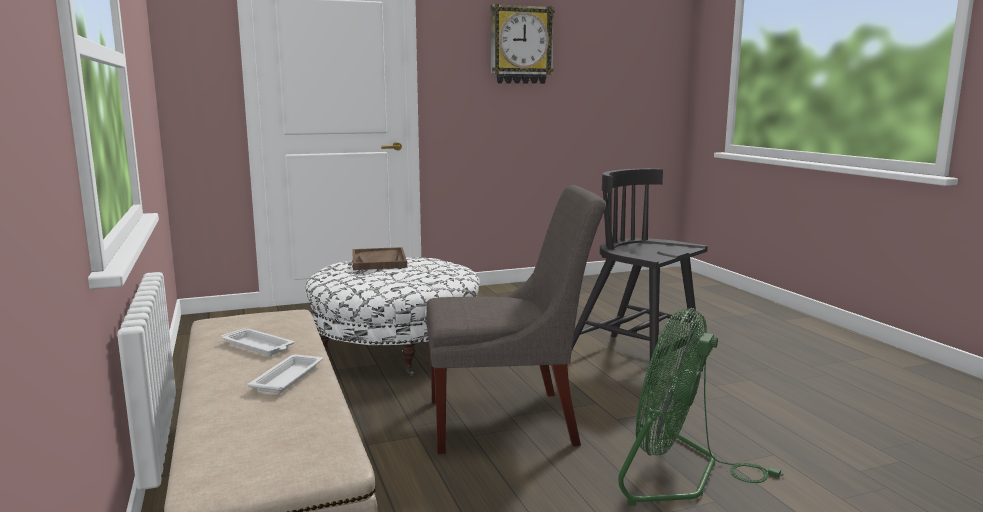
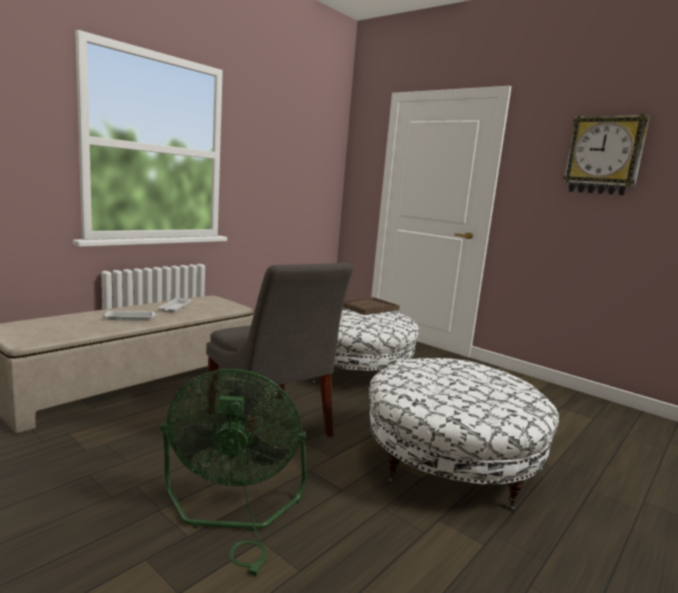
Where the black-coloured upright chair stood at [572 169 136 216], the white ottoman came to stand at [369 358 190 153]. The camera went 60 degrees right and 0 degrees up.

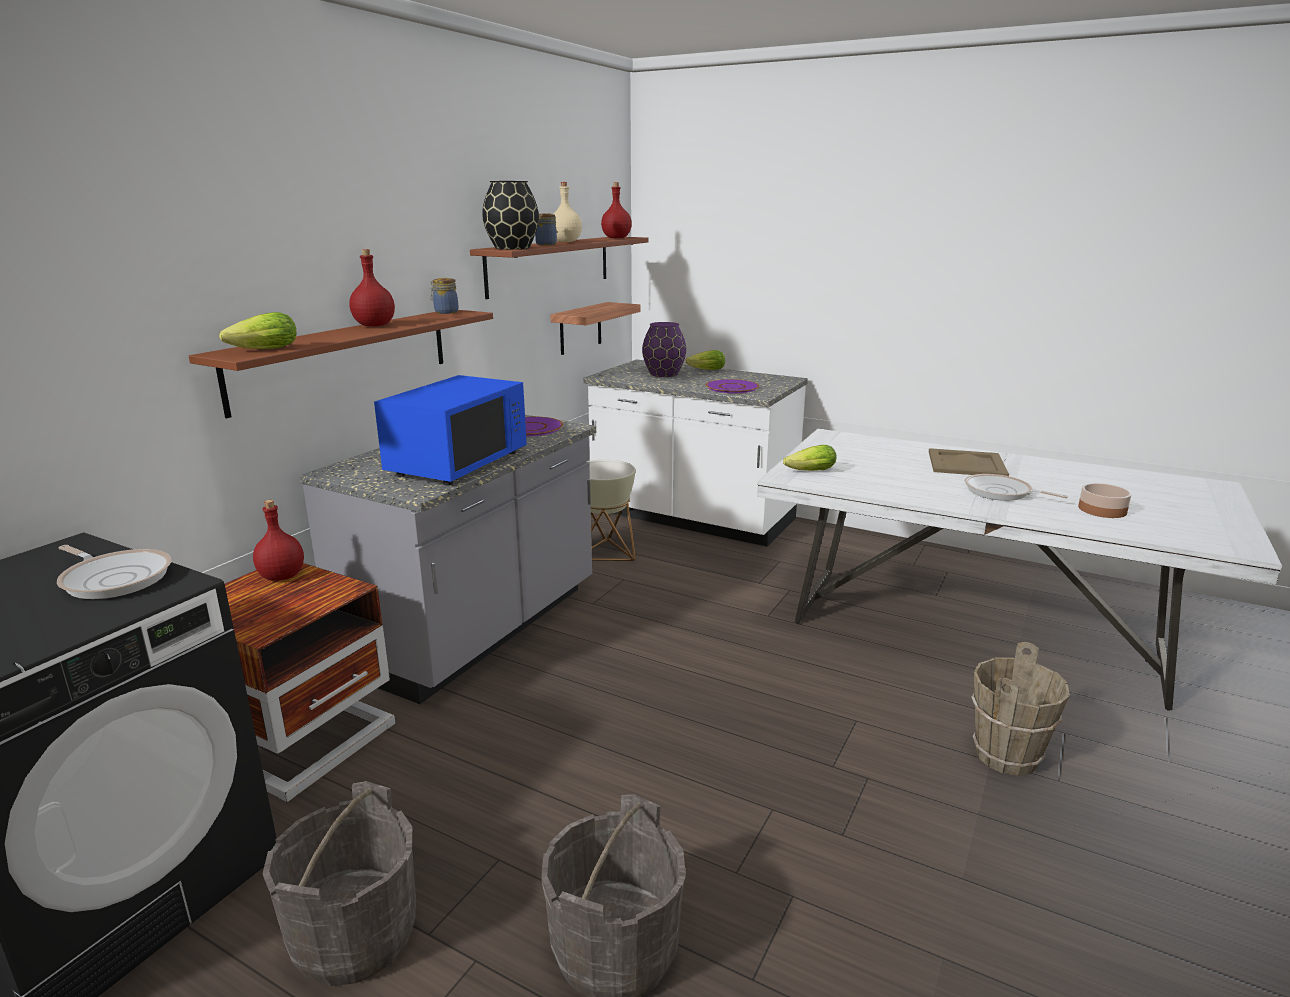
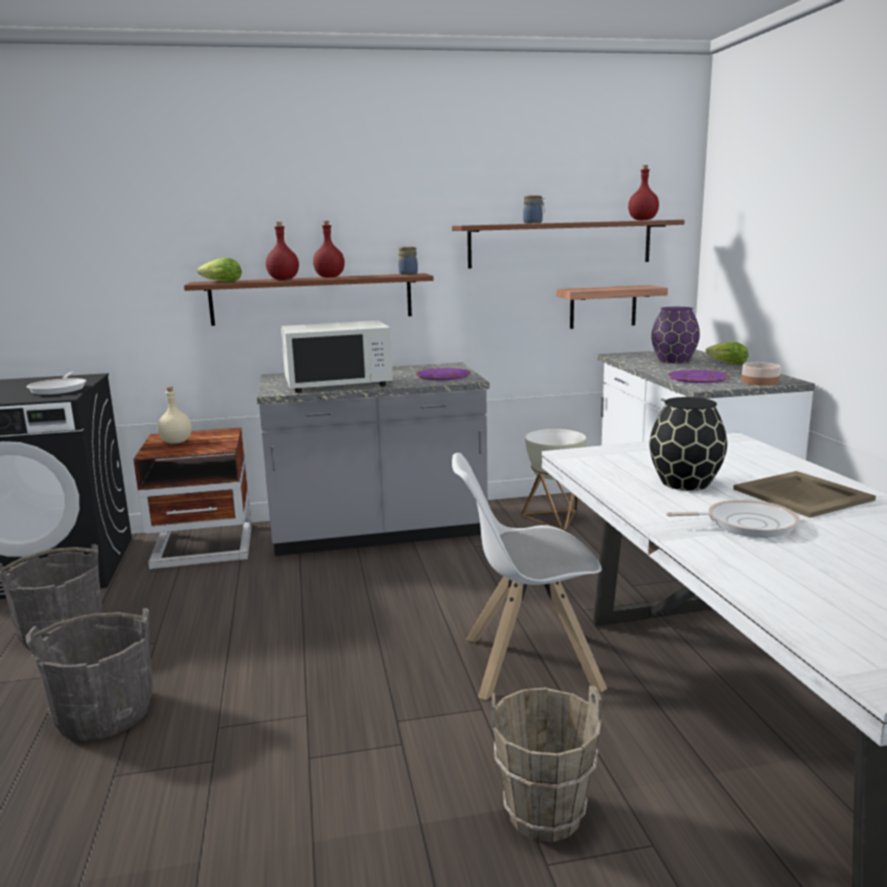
The red beverage bottle ended up elsewhere, having gone from [253 500 51 81] to [266 222 33 58]. What was the blue microwave oven at [374 375 153 110] turned into the white microwave oven at [281 320 112 73]. The black-coloured decorative vase ended up elsewhere, having gone from [482 181 57 68] to [650 397 77 94]. The sand-coloured beverage bottle ended up elsewhere, having gone from [554 182 28 60] to [158 387 34 57]. The second view lost the head of lettuce at [783 445 53 26]. The skillet at [965 474 103 27] ended up facing another way, 90 degrees clockwise from before. The deep dish ended up elsewhere, having gone from [1078 483 53 35] to [742 362 39 24]. The second view gained the upright chair at [452 453 155 247]. The camera went 50 degrees right and 5 degrees down.

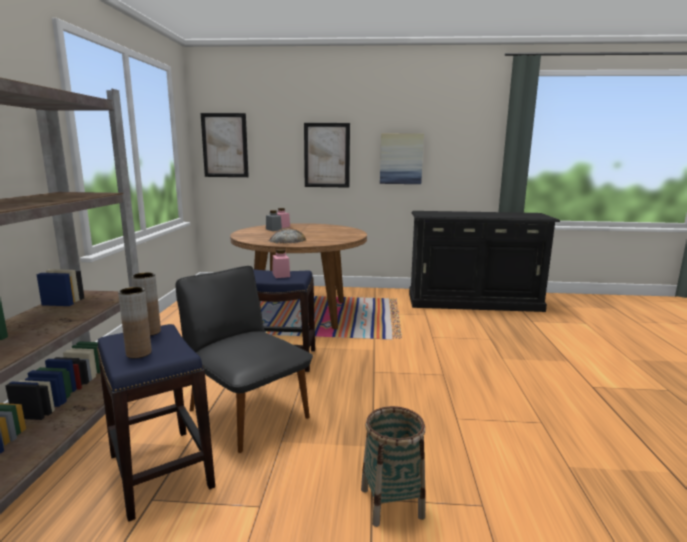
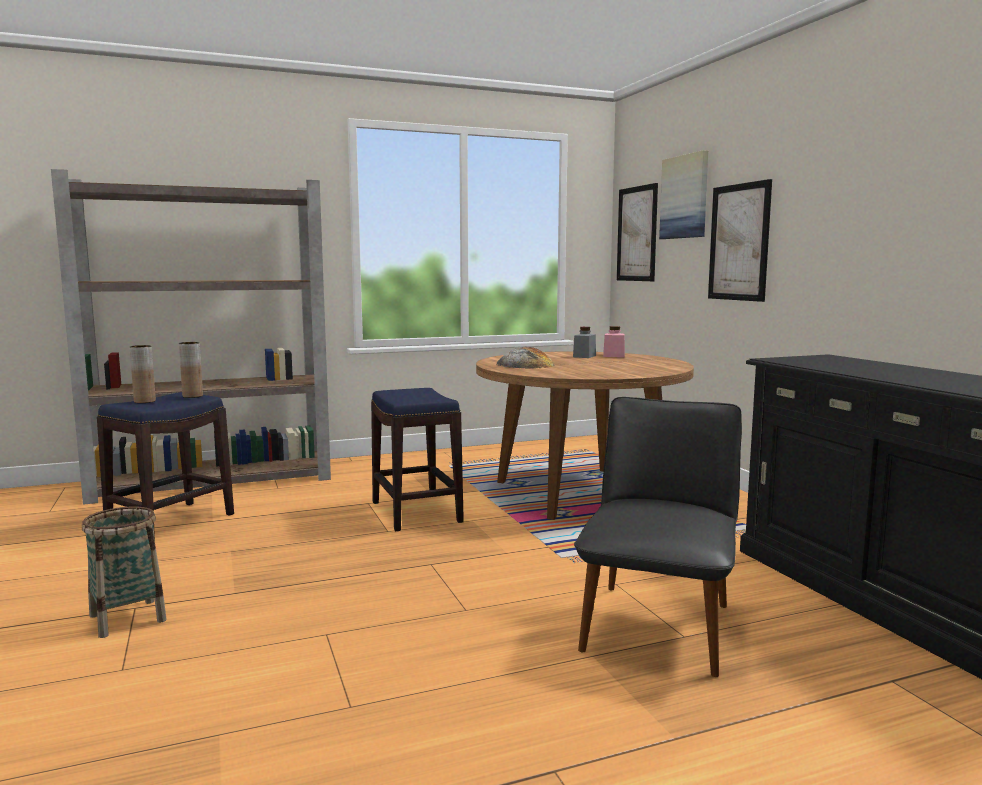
The black-coloured upright chair ended up elsewhere, having gone from [176 266 137 187] to [574 397 168 280]. The second view lost the pinkish jar at [273 249 17 29]. The wall art ended up elsewhere, having gone from [380 133 44 51] to [659 150 49 89]. The camera went 65 degrees right and 5 degrees down.

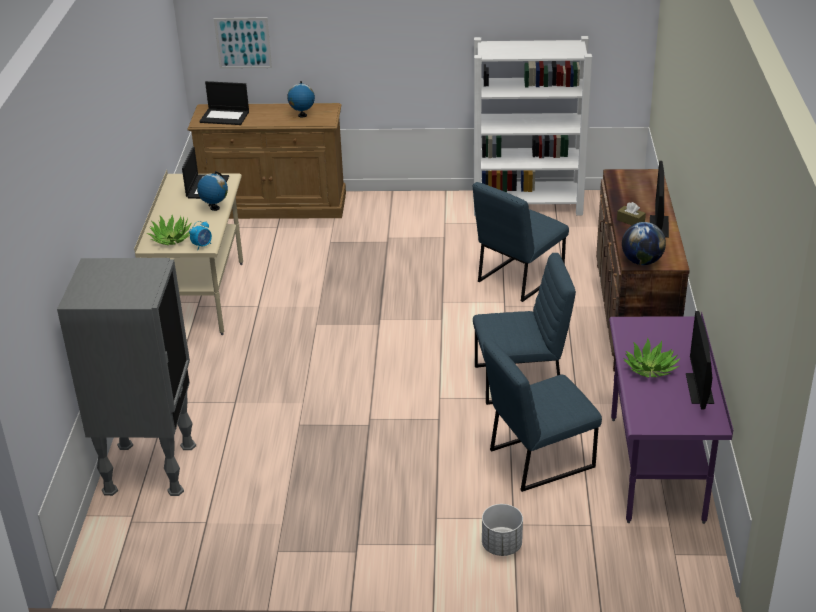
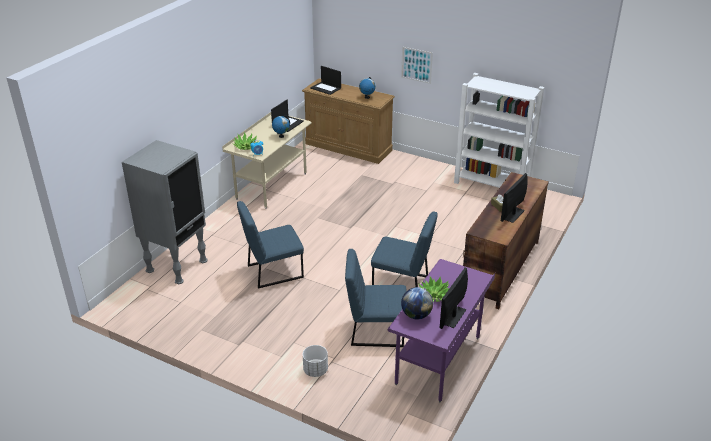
The wall art ended up elsewhere, having gone from [214 17 58 52] to [401 47 32 37]. The blue upright chair ended up elsewhere, having gone from [473 182 96 120] to [237 201 67 88]. The world globe ended up elsewhere, having gone from [622 222 44 43] to [401 287 32 32]. The camera went 25 degrees right and 0 degrees up.

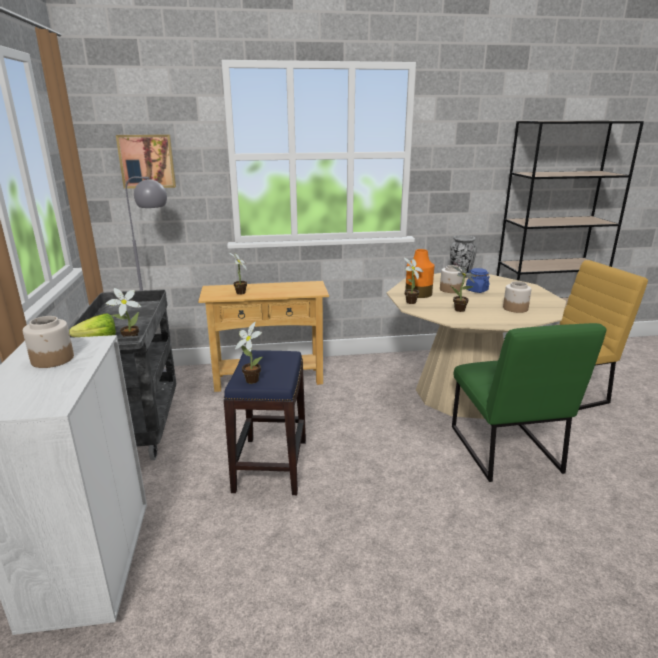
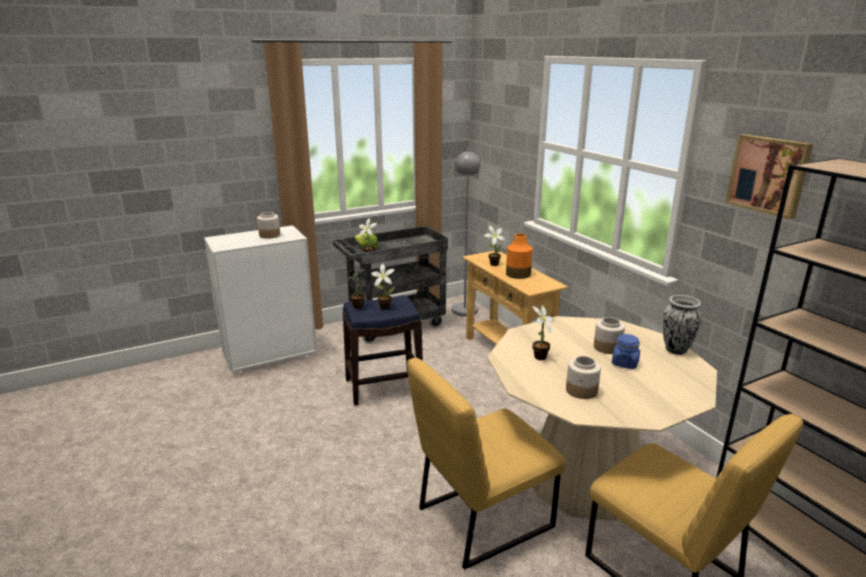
The wall art ended up elsewhere, having gone from [116 135 60 54] to [725 134 88 85]. The houseplant ended up elsewhere, having gone from [404 258 20 46] to [371 264 24 46]. The orange-coloured decorative vase ended up elsewhere, having gone from [405 249 29 49] to [506 234 27 45]. What was the green-coloured upright chair at [452 323 155 159] turned into the yellowish upright chair at [407 357 159 213]. The camera went 70 degrees right and 0 degrees up.

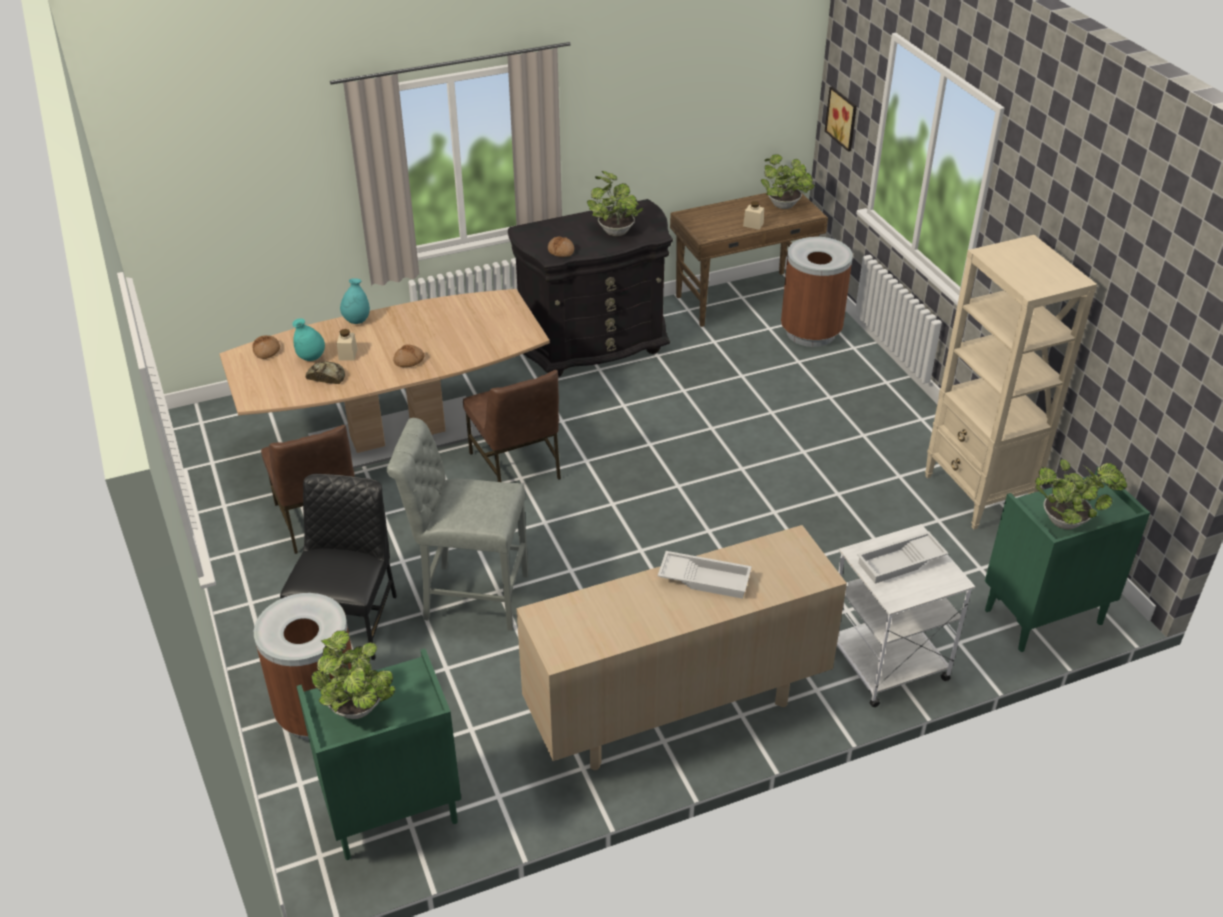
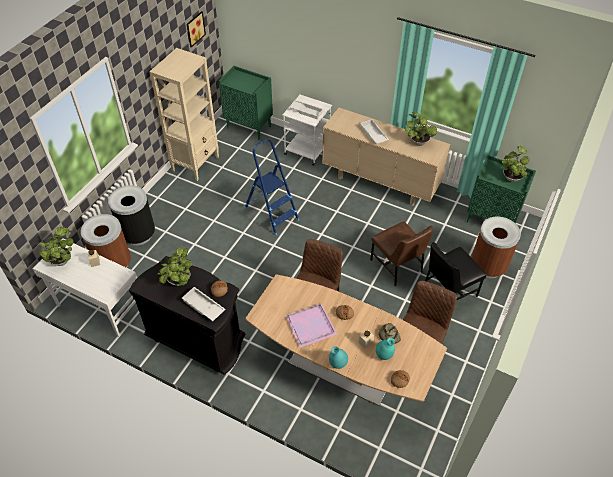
Where the greyish sitting stool stood at [387 418 141 213], the brown-coloured upright chair came to stand at [370 221 63 65]. What was the brown-coloured console table at [670 193 158 134] turned into the white console table at [33 239 104 98]. The wall art ended up elsewhere, having gone from [825 87 32 65] to [187 11 19 37]. The houseplant ended up elsewhere, having gone from [1035 459 92 71] to [405 112 32 34]. The second view gained the black-coloured waste bin at [108 185 47 61]. The second view gained the white carrying tray at [182 287 43 34]. The second view gained the blue step ladder at [245 139 54 96]. The second view gained the purple-coloured carrying tray at [285 303 52 45]. The camera went 130 degrees left and 10 degrees up.

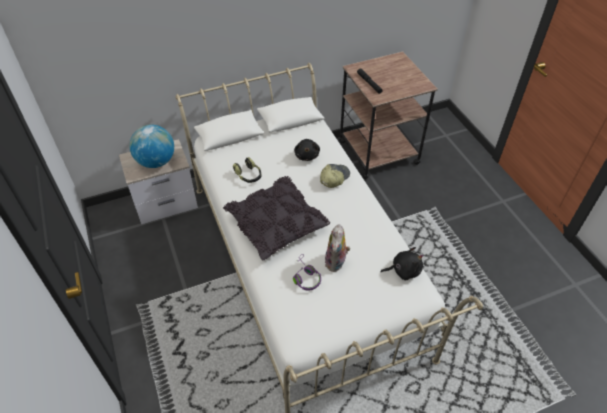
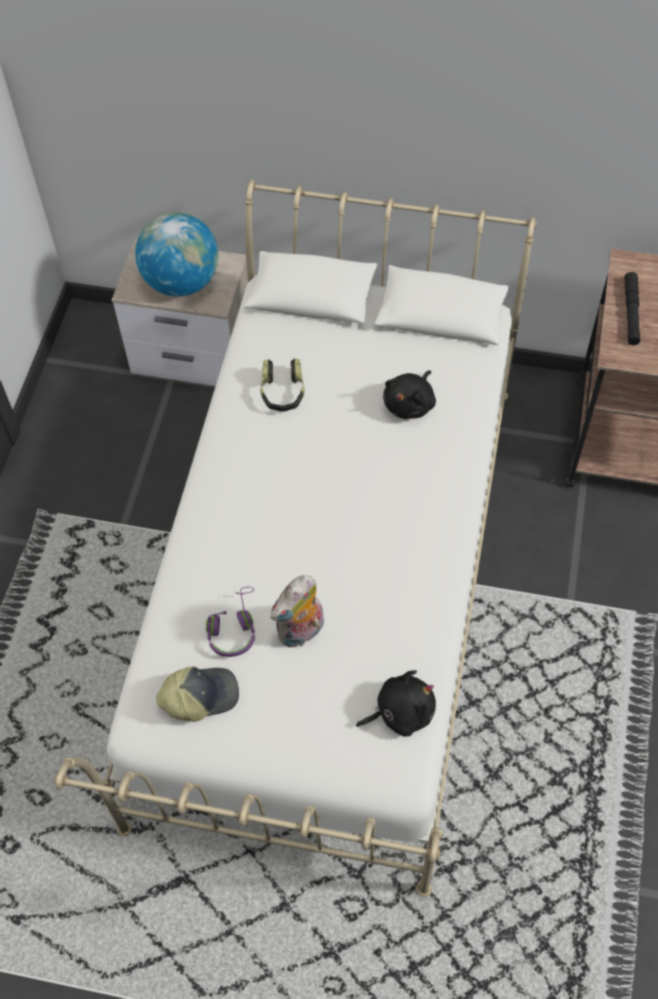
The second view lost the black-coloured cushion at [223 176 107 85]. The cap ended up elsewhere, having gone from [320 164 30 24] to [156 666 83 56]. The black-coloured soft toy at [380 247 44 33] ended up facing another way, 45 degrees counterclockwise from before. The camera went 35 degrees right and 10 degrees up.

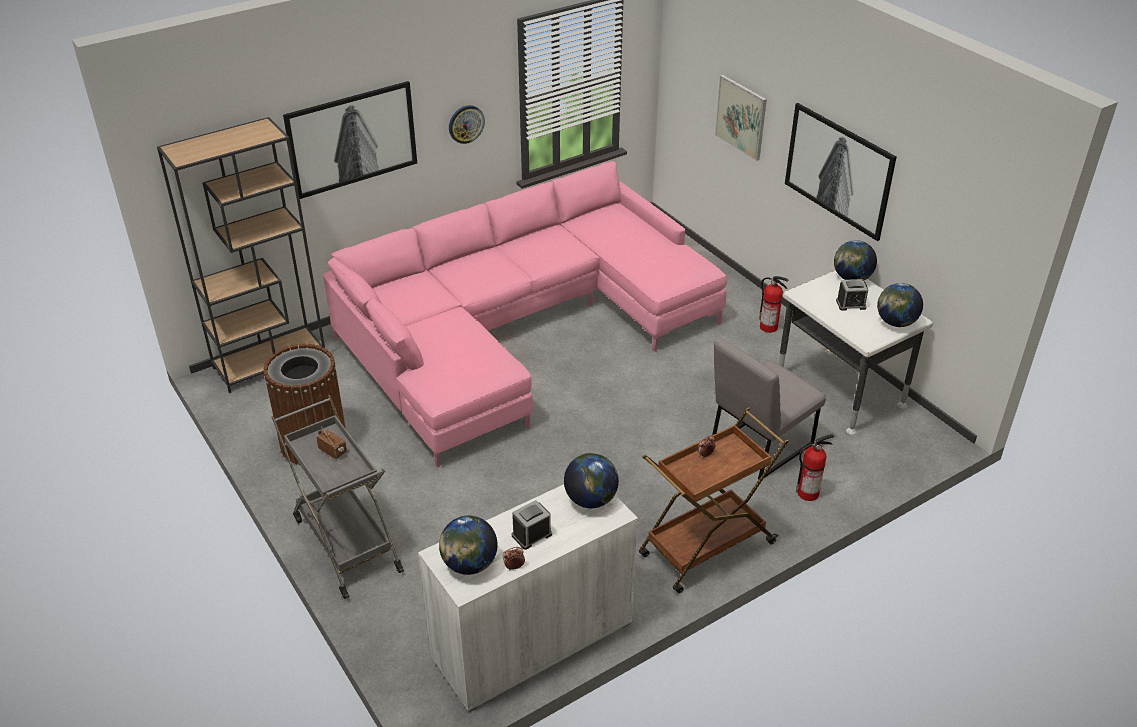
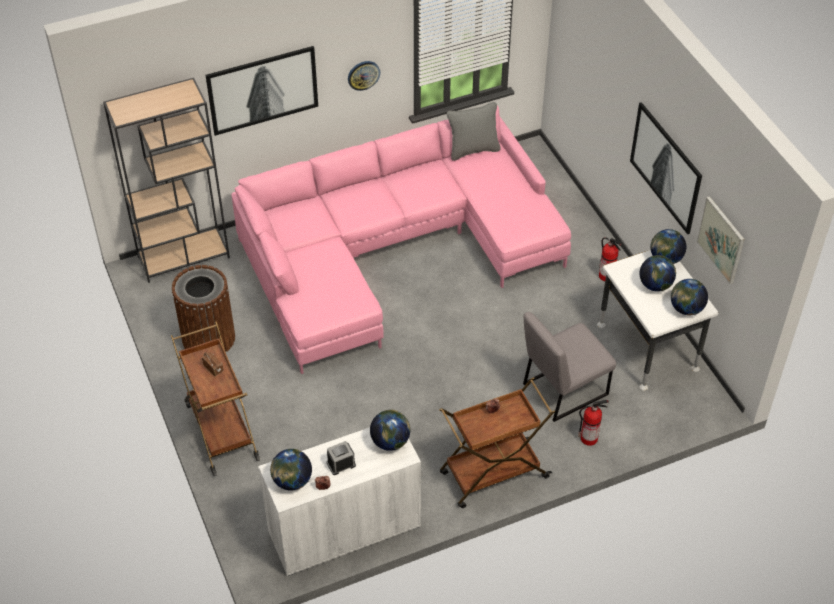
What was the greyish cart at [271 394 133 205] turned into the brown-coloured cart at [171 322 89 154]. The wall art ended up elsewhere, having gone from [715 75 52 86] to [697 196 47 88]. Where the alarm clock stood at [836 279 32 32], the world globe came to stand at [640 255 36 37]. The second view gained the greyish cushion at [447 102 54 59]. The camera went 10 degrees right and 10 degrees up.

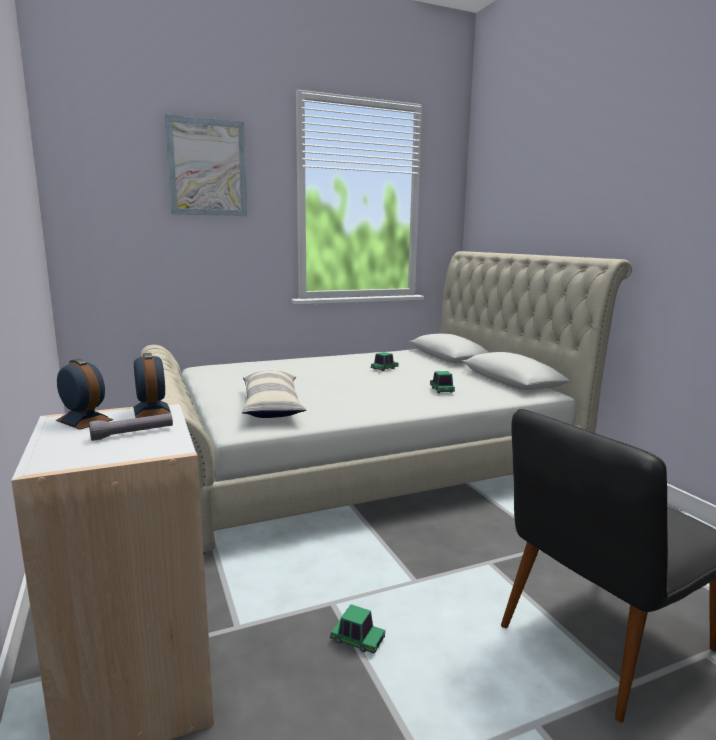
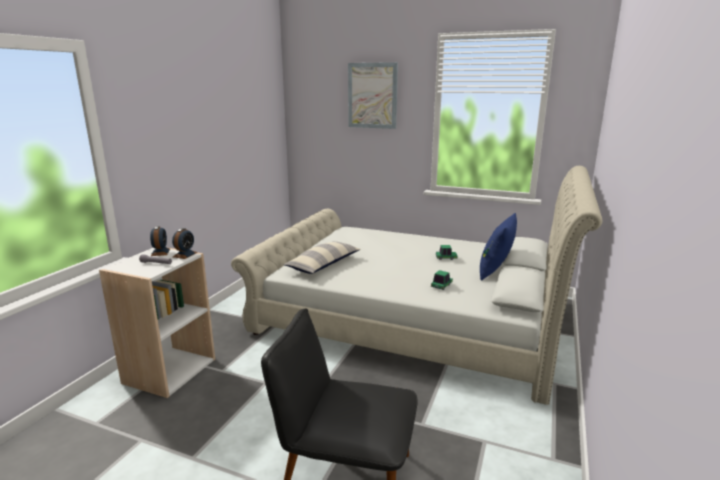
The second view lost the miniature car at [330 604 55 50]. The second view gained the blue cushion at [480 213 37 67]. The camera went 45 degrees right and 5 degrees up.

